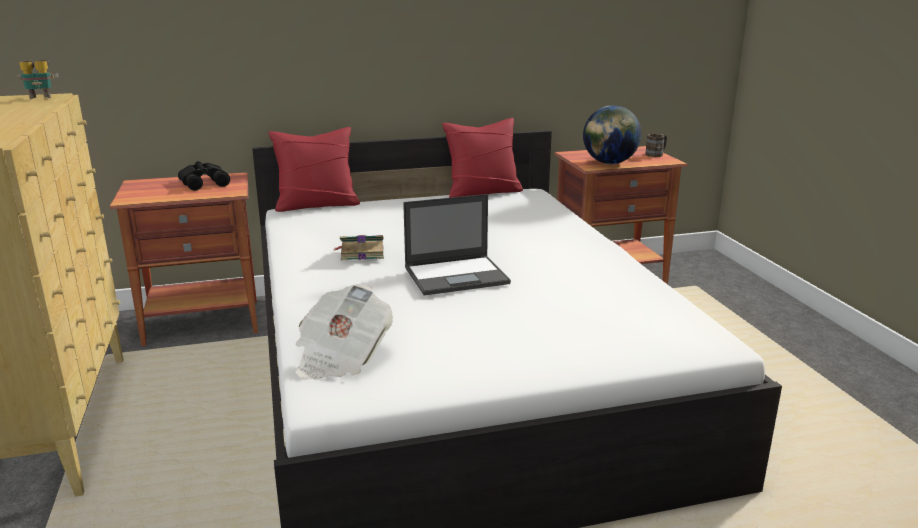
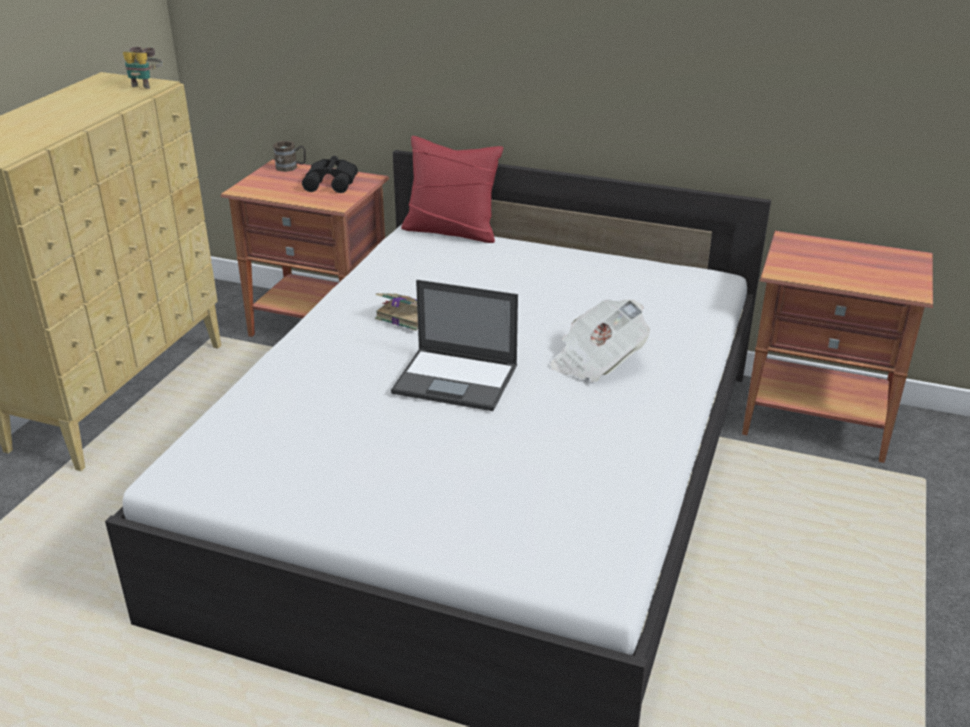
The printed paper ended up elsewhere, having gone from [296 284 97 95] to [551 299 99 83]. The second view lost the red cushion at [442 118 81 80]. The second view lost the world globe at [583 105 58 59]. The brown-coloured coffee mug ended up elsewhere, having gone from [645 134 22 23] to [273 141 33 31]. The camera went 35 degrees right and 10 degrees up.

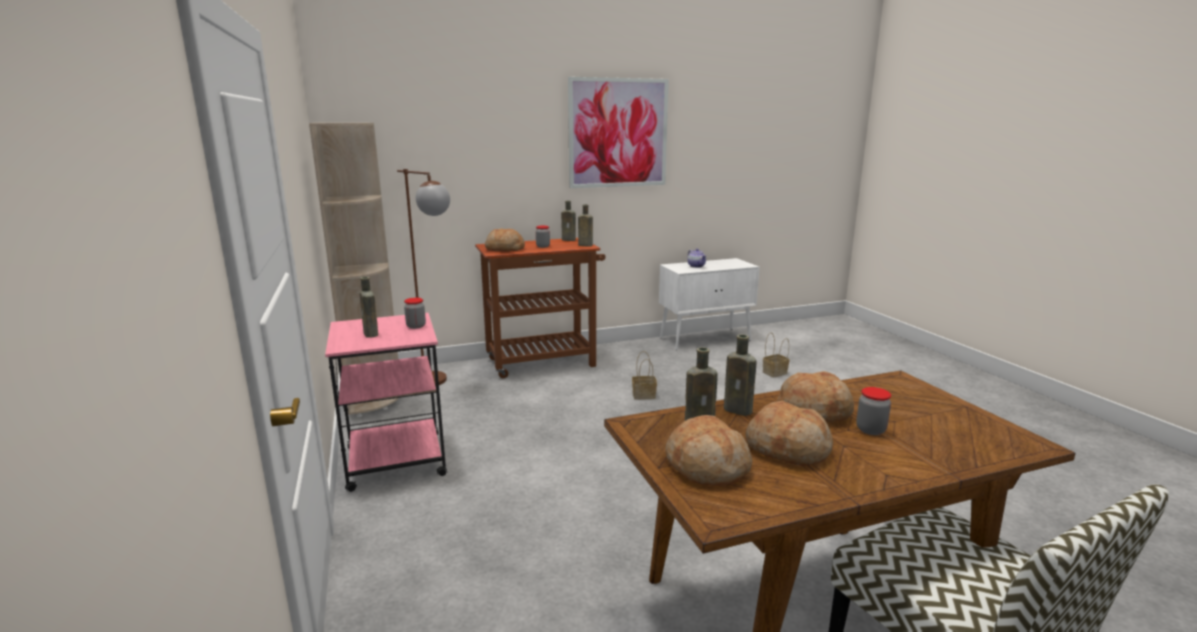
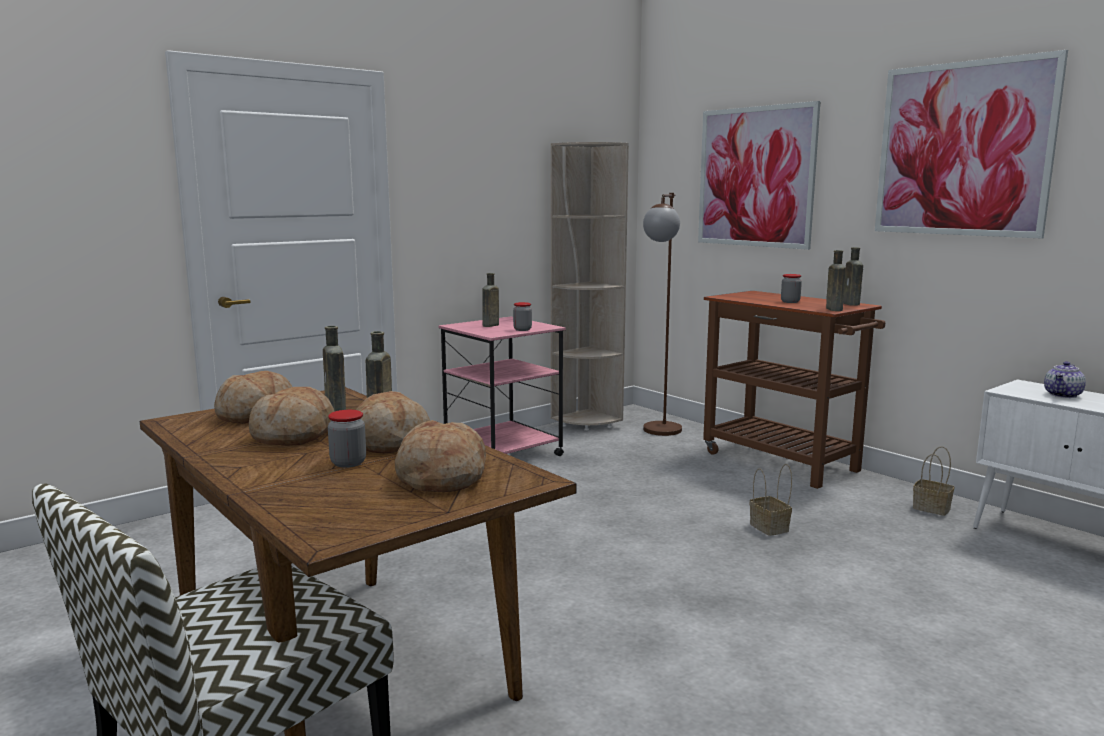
The bakery bread ended up elsewhere, having gone from [485 228 40 23] to [395 420 91 72]. The basket ended up elsewhere, having gone from [763 332 27 46] to [913 446 42 70]. The second view gained the wall art at [698 101 122 149]. The camera went 70 degrees right and 5 degrees down.

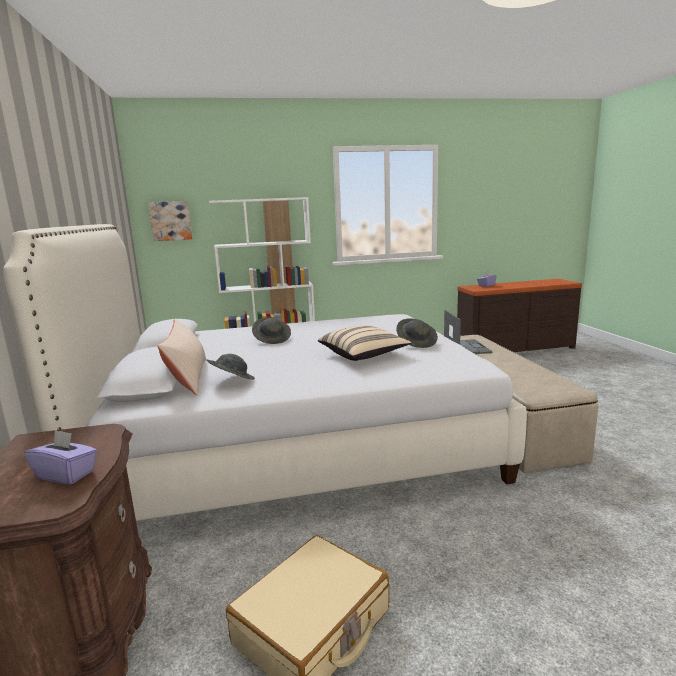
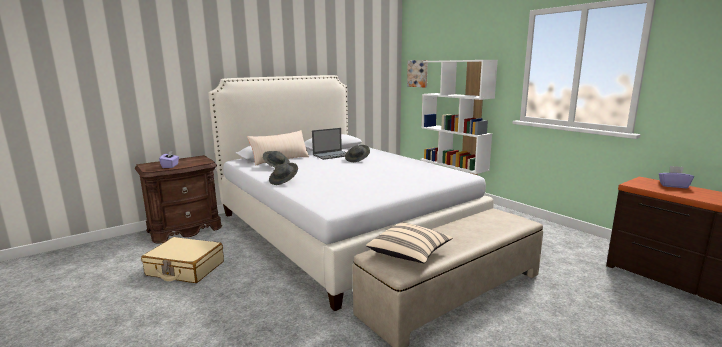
The sand-coloured cushion ended up elsewhere, having gone from [318 325 93 36] to [366 223 87 40]. The greyish hat ended up elsewhere, having gone from [396 318 42 30] to [269 163 29 22]. The notebook computer ended up elsewhere, having gone from [444 310 49 44] to [312 128 35 32]. The camera went 65 degrees right and 0 degrees up.

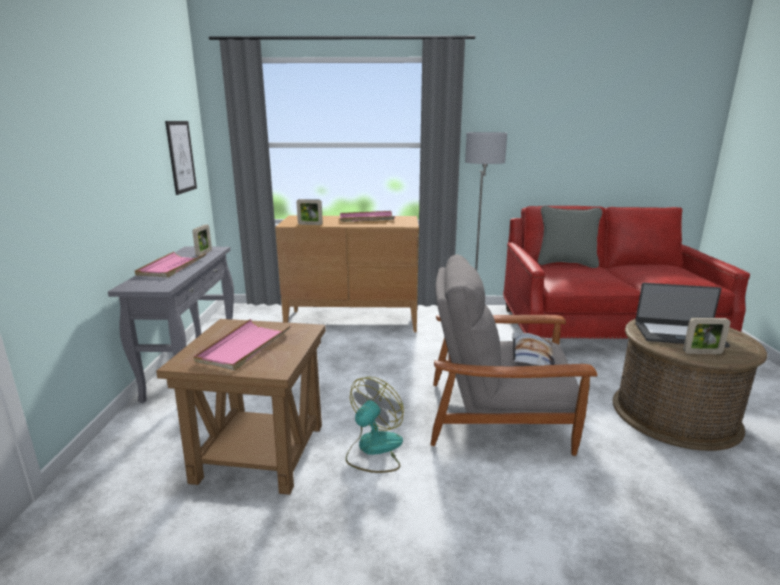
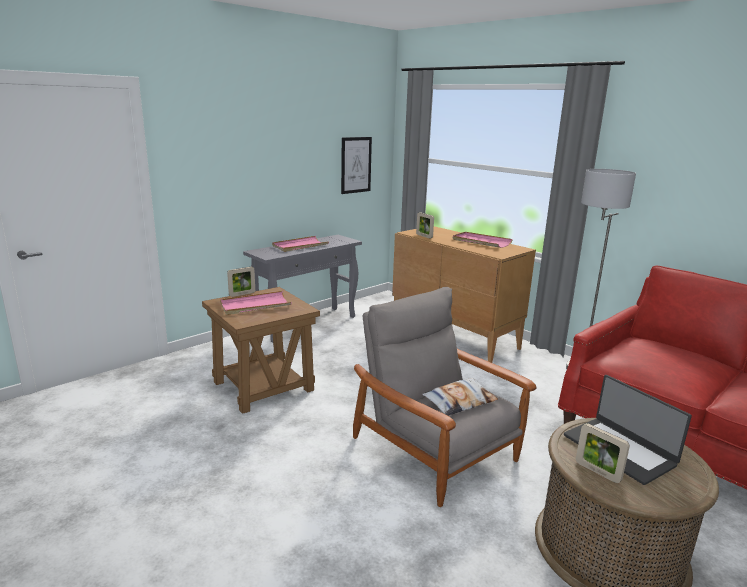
The standing frame ended up elsewhere, having gone from [192 224 20 33] to [227 267 28 30]. The second view lost the fan at [346 377 58 96]. The second view lost the greyish cushion at [538 206 64 62]. The camera went 45 degrees right and 0 degrees up.

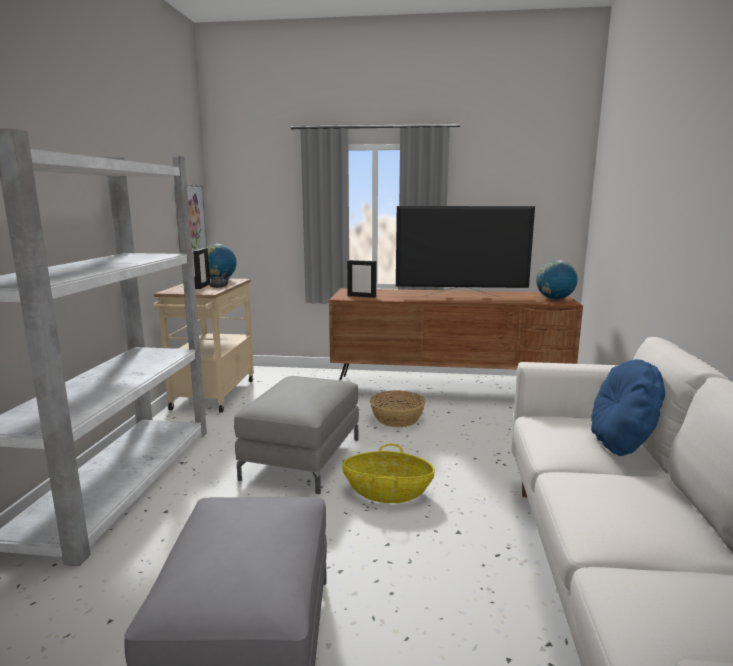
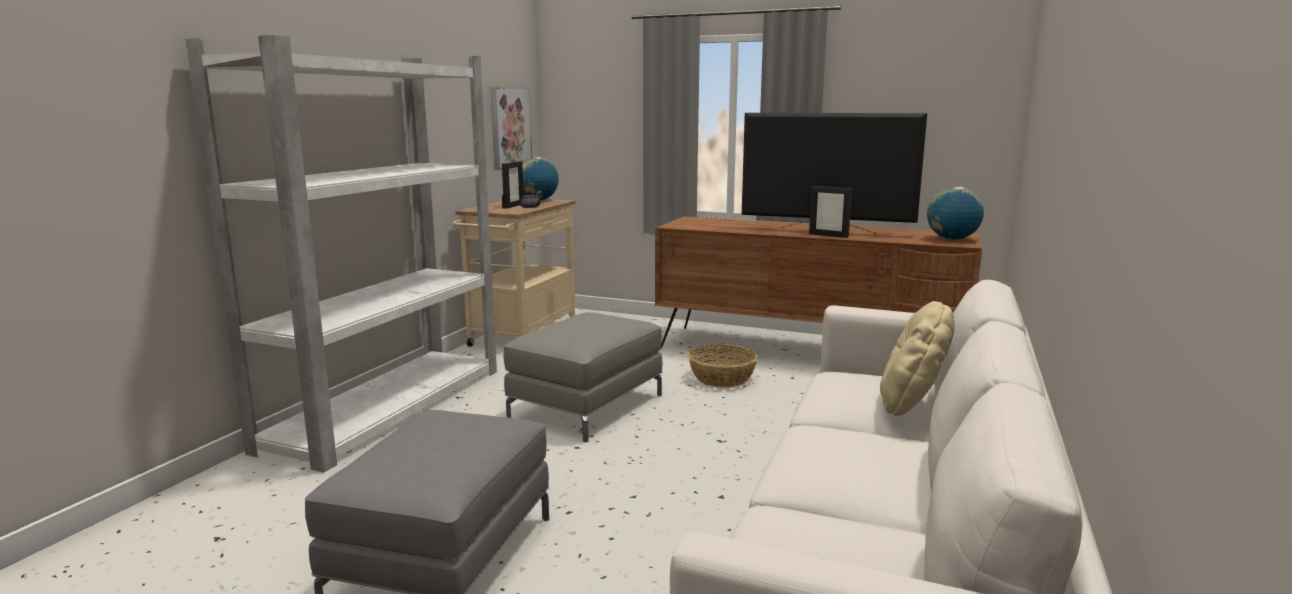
The second view lost the basket at [342 444 93 59]. The standing frame ended up elsewhere, having gone from [347 260 29 38] to [809 186 43 52]. What was the blue cushion at [591 359 74 97] turned into the sand-coloured cushion at [880 301 75 115]. The camera went 15 degrees right and 0 degrees up.

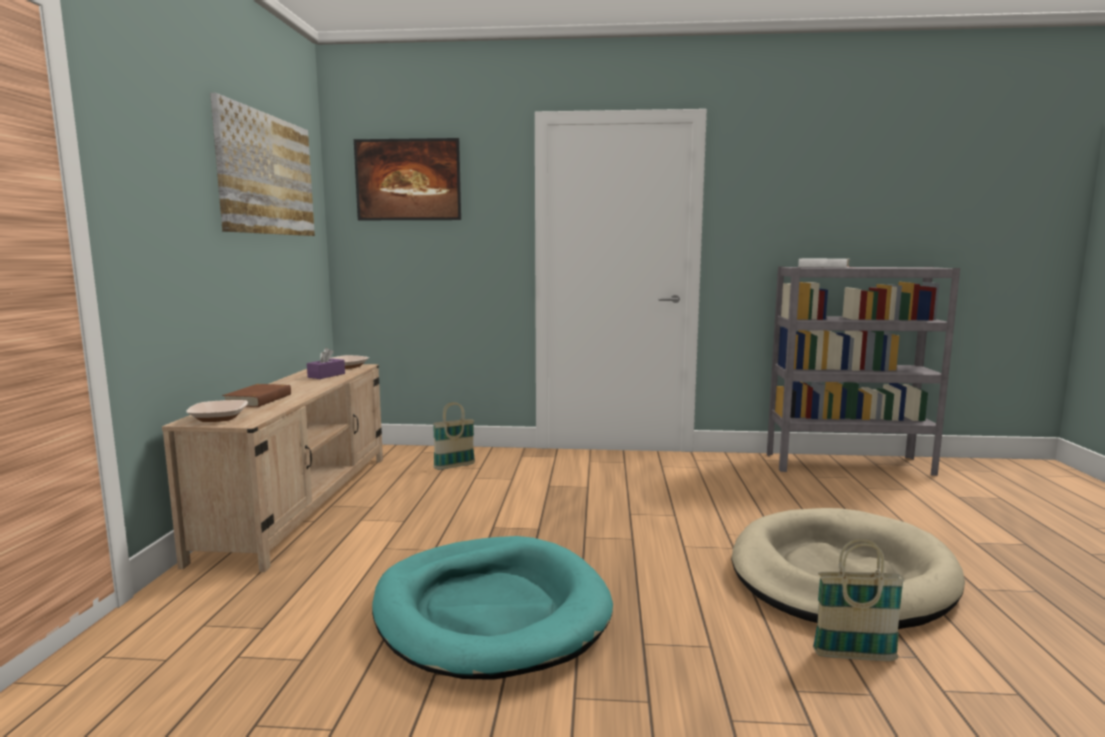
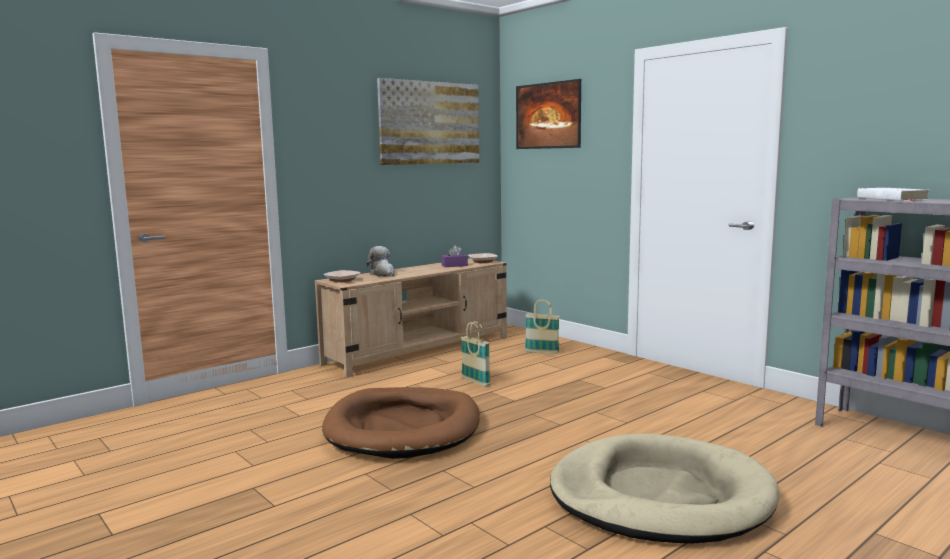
Where the brown-coloured book stood at [222 384 69 23], the soft toy came to stand at [367 246 28 31]. What was the turquoise dog bed at [372 536 241 144] turned into the brown-coloured dog bed at [322 387 158 72]. The basket ended up elsewhere, having gone from [813 539 92 122] to [461 321 30 65]. The camera went 45 degrees right and 0 degrees up.

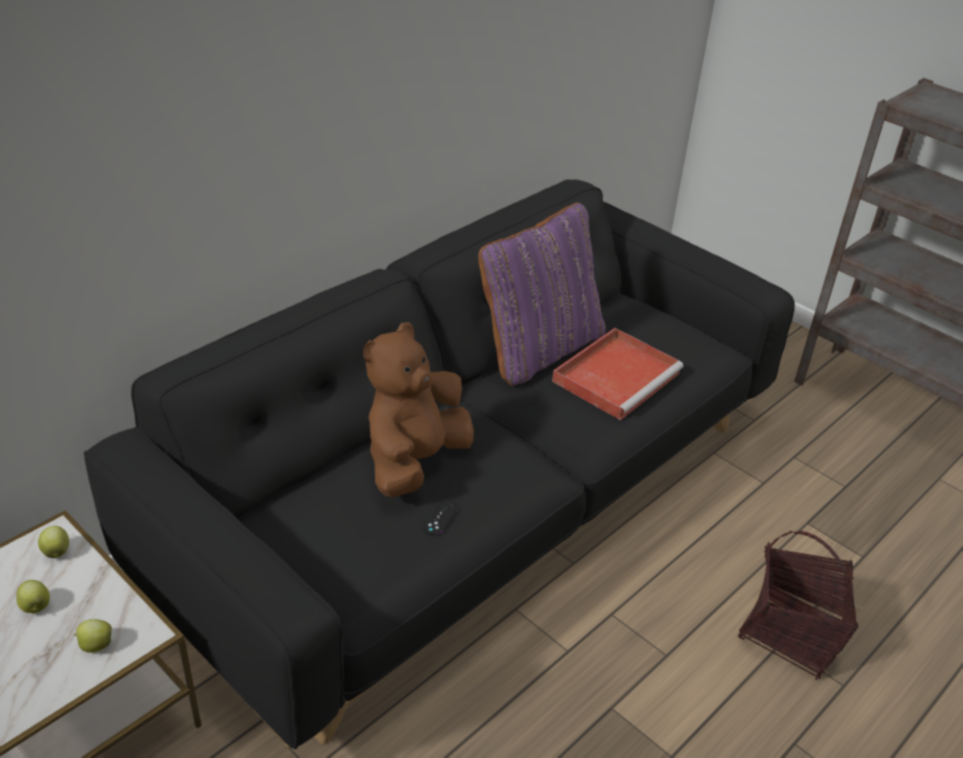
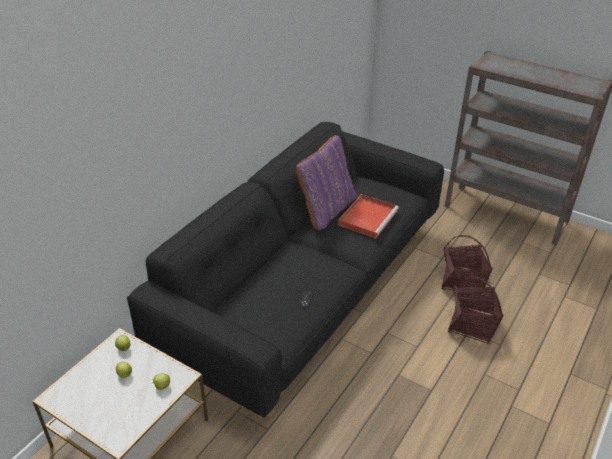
The second view lost the brown-coloured soft toy at [363 322 111 175]. The second view gained the basket at [442 235 50 56]. The camera went 10 degrees left and 0 degrees up.

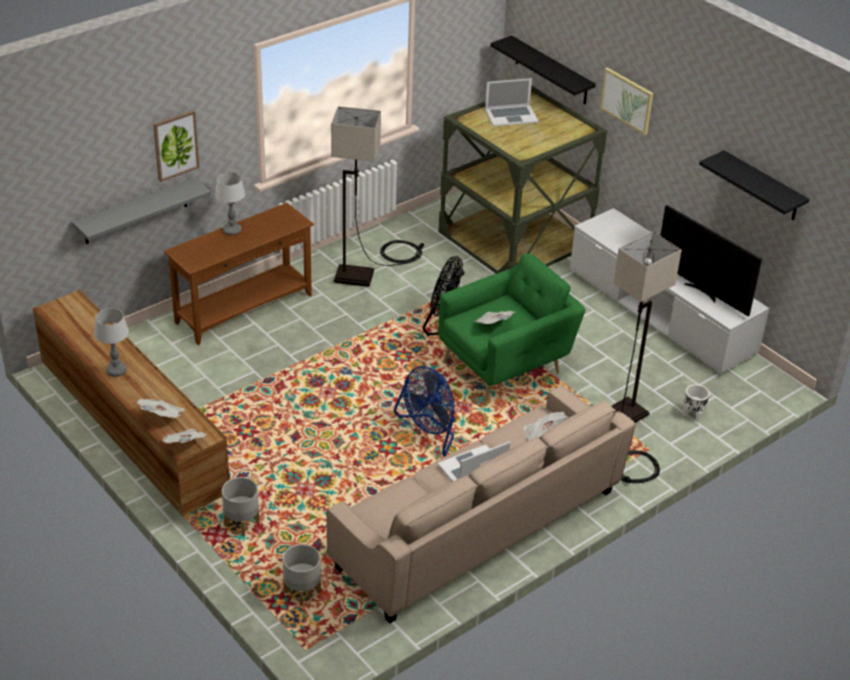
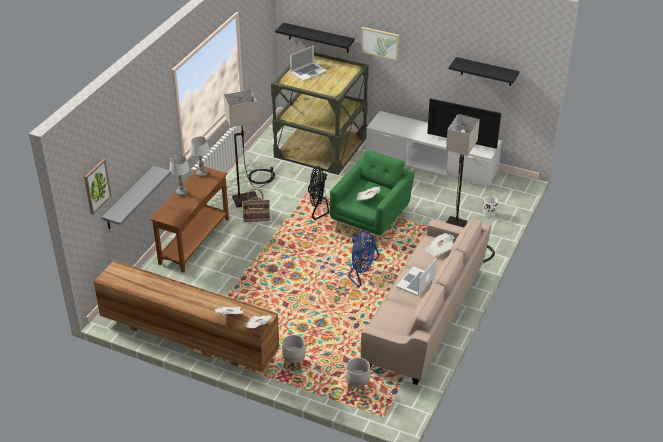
The table lamp ended up elsewhere, having gone from [94 308 35 69] to [190 136 20 41]. The wall art ended up elsewhere, having gone from [153 110 46 72] to [84 159 27 55]. The blue fan at [394 366 62 90] ended up facing another way, 90 degrees counterclockwise from before. The second view gained the basket at [242 188 28 34]. The camera went 25 degrees left and 0 degrees up.

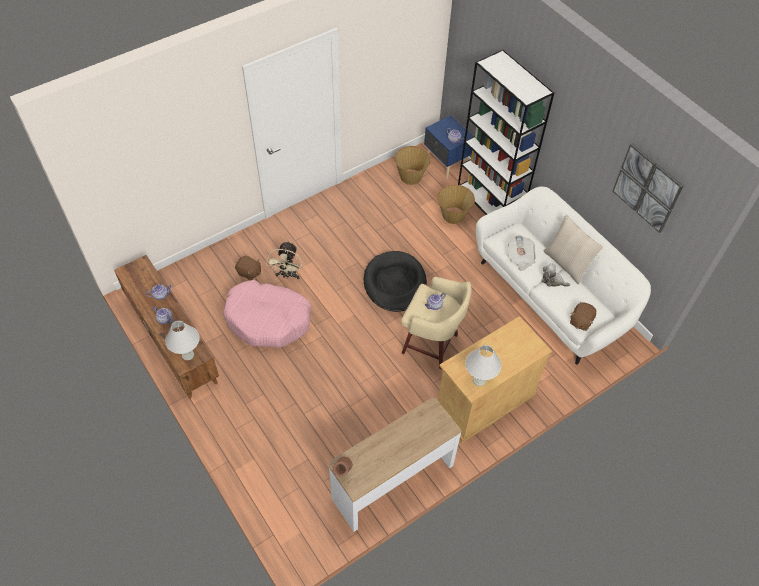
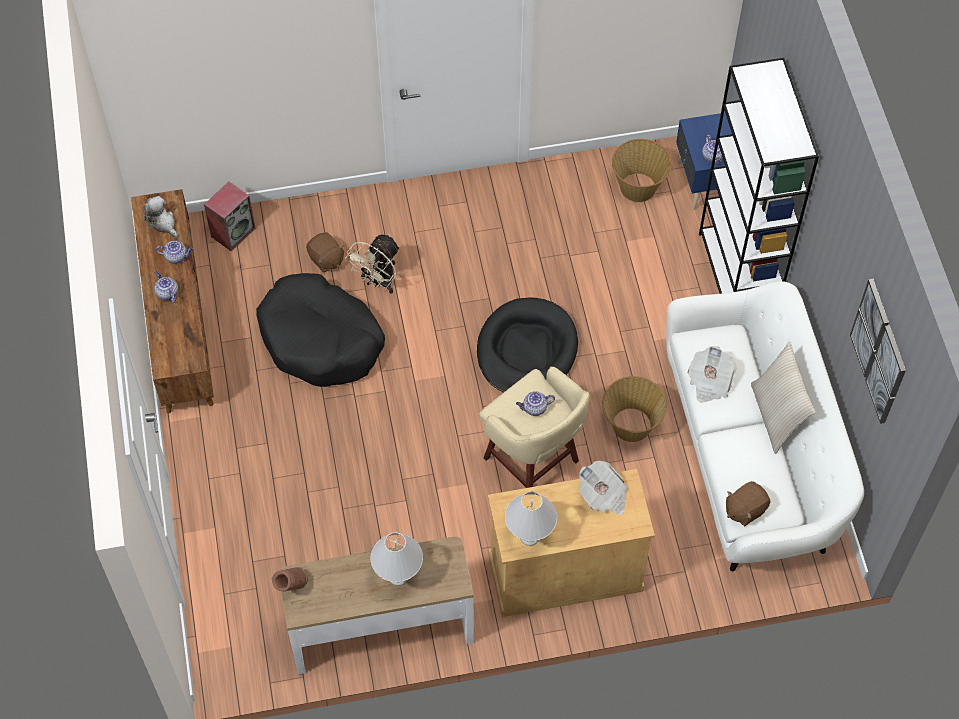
The white table lamp ended up elsewhere, having gone from [166 321 34 39] to [371 532 52 54]. What was the pinkish dog bed at [223 280 89 68] turned into the black-coloured dog bed at [256 273 129 114]. The basket ended up elsewhere, having gone from [437 185 38 39] to [602 376 65 66]. The soft toy ended up elsewhere, having gone from [541 263 29 24] to [143 196 35 42]. The second view gained the loudspeaker at [204 182 51 69]. The second view gained the printed paper at [579 461 49 54]. The camera went 25 degrees right and 5 degrees up.

